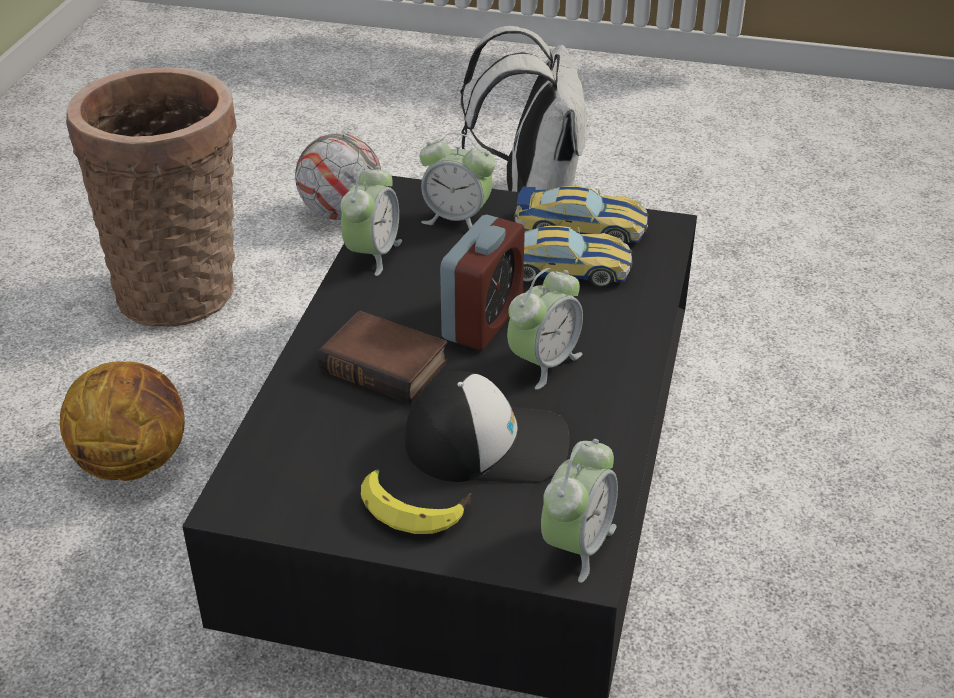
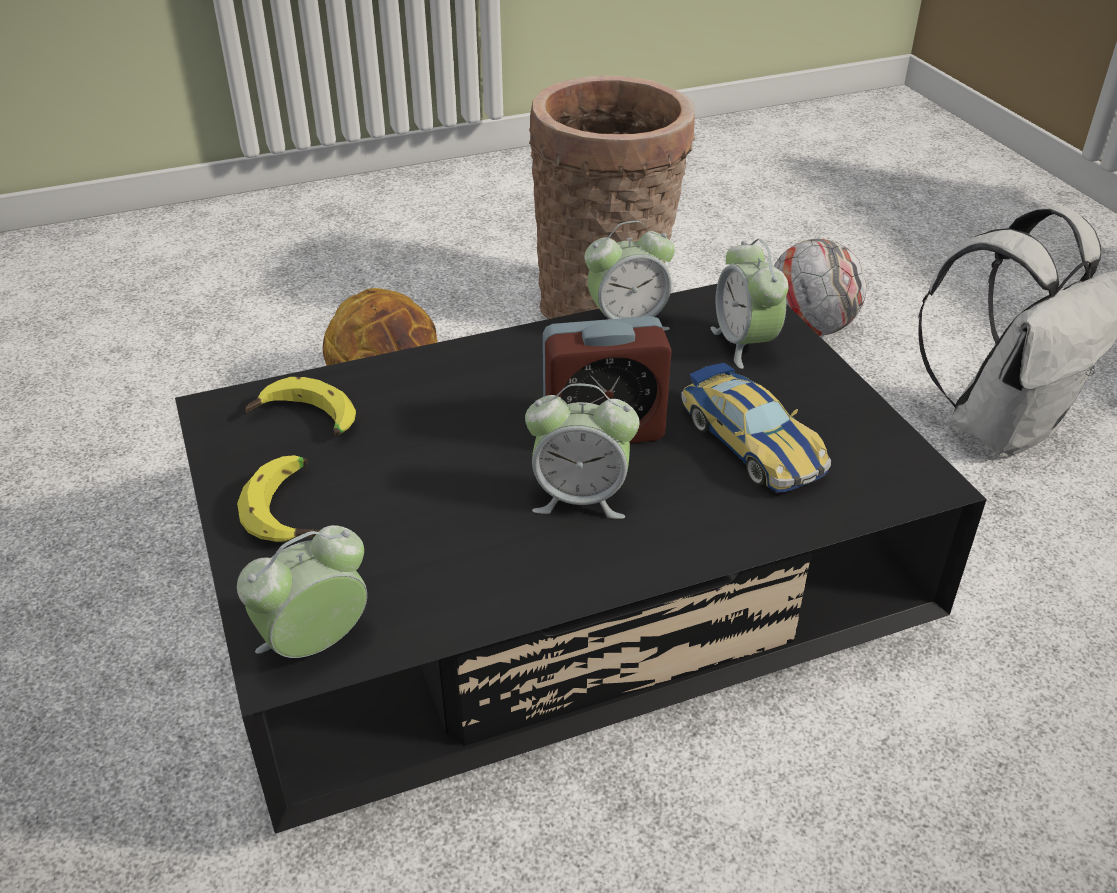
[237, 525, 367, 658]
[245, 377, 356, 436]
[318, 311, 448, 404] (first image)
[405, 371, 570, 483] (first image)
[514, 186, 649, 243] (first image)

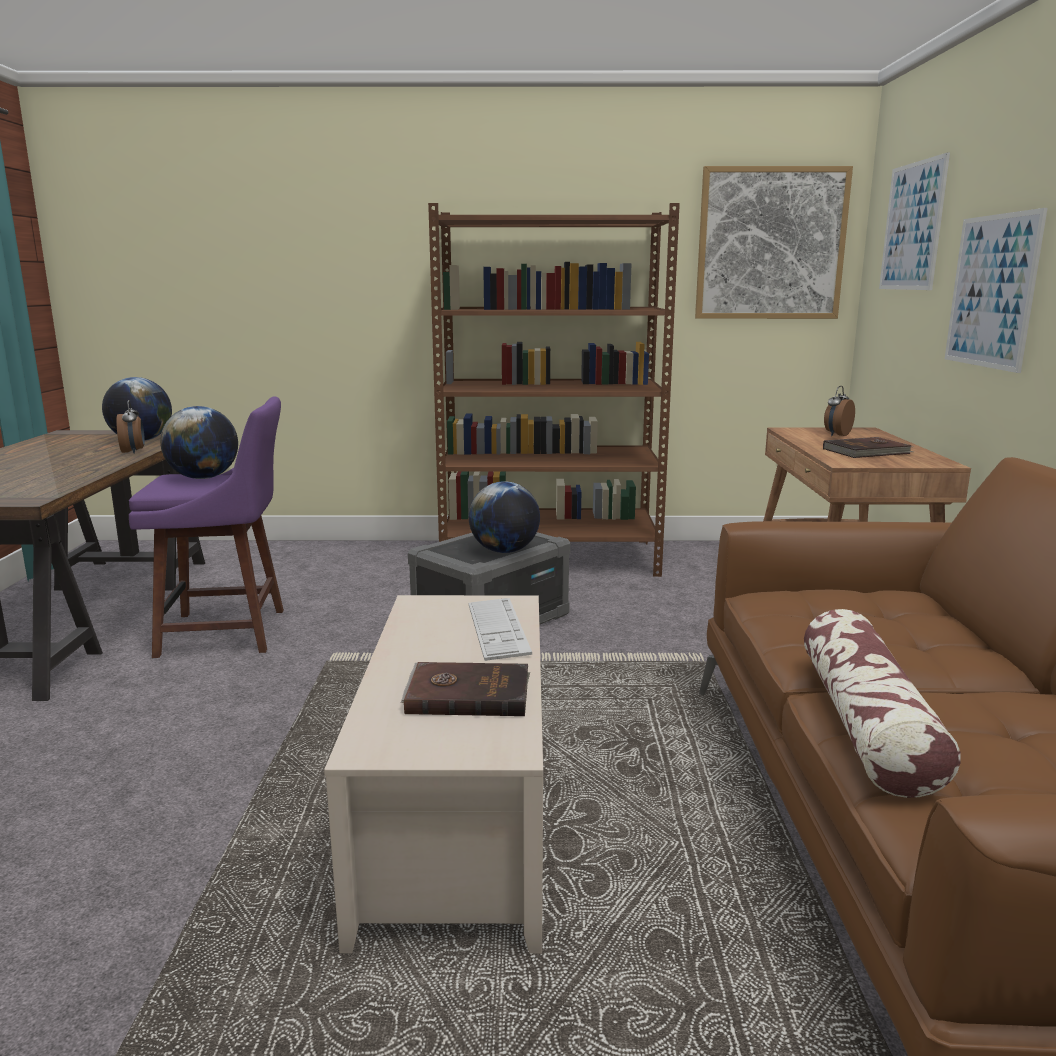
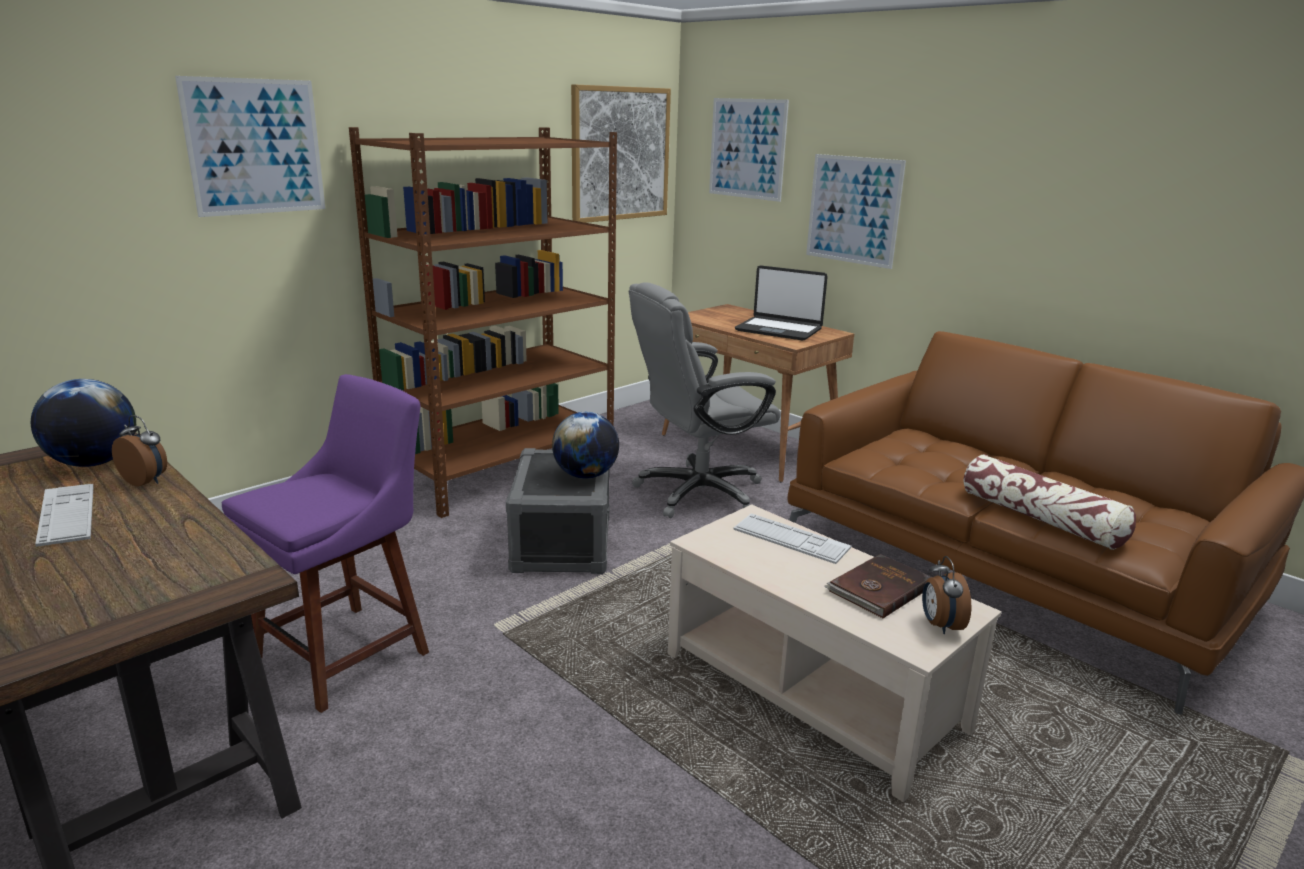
[35, 484, 94, 547]
[175, 76, 325, 217]
[629, 282, 780, 518]
[735, 265, 828, 341]
[922, 556, 971, 634]
[160, 406, 238, 479] (first image)

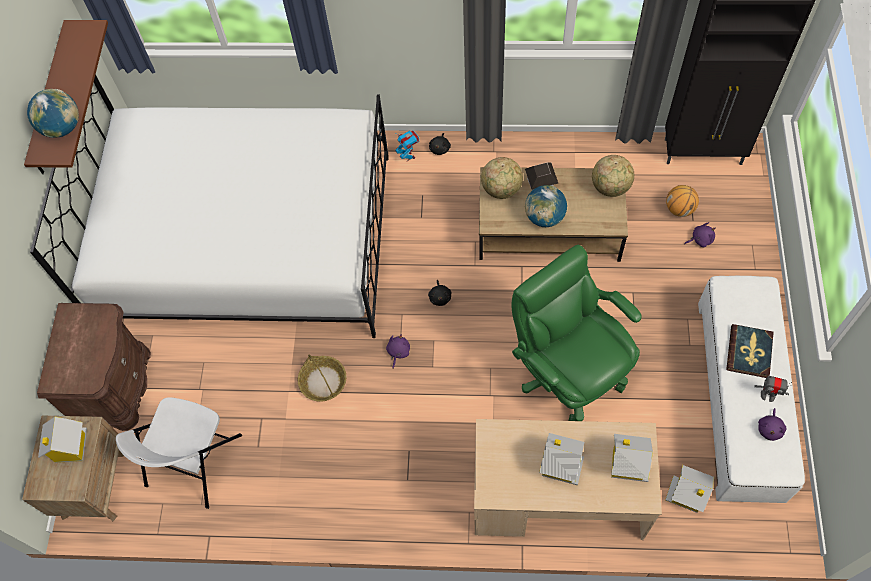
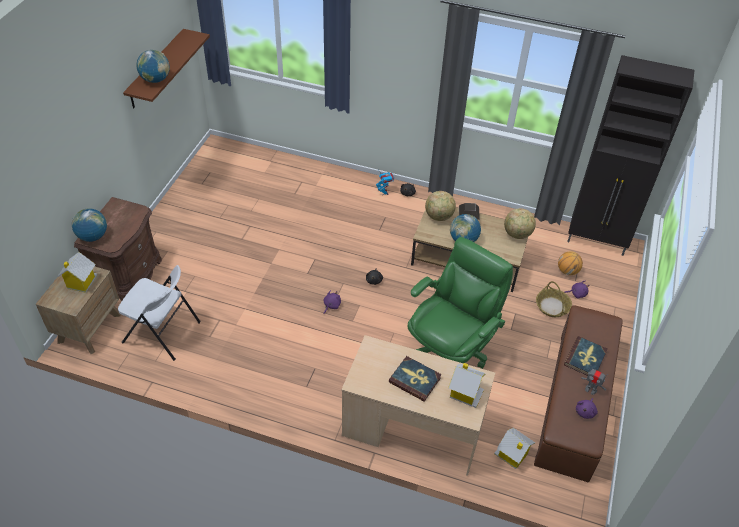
[72, 208, 107, 242]
[118, 265, 201, 361]
[389, 356, 442, 402]
[408, 237, 513, 369]
[534, 306, 622, 482]
[536, 281, 572, 317]
[30, 74, 389, 338] (first image)

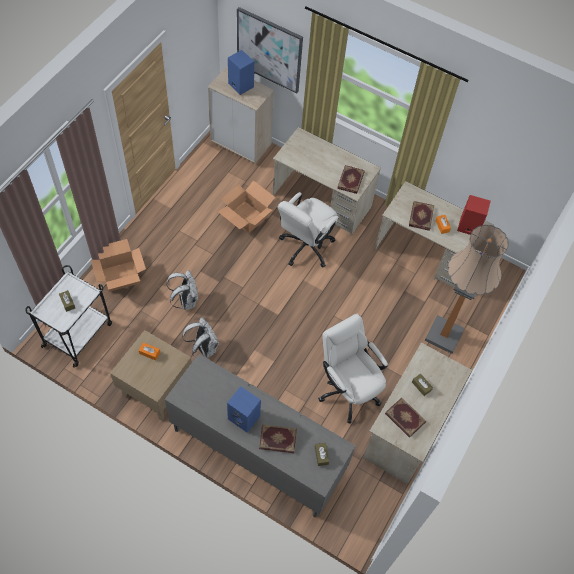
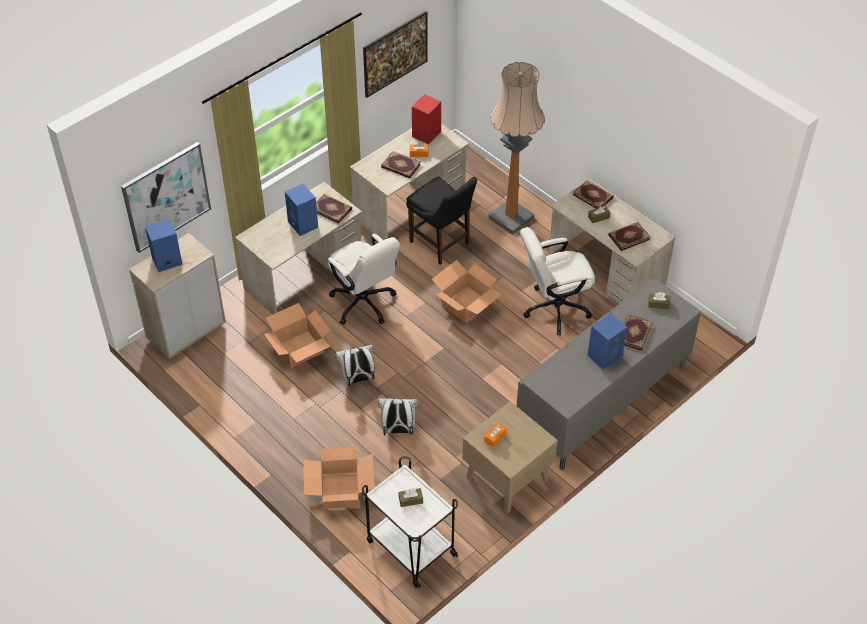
[285, 184, 318, 236]
[335, 345, 375, 386]
[363, 11, 428, 98]
[406, 177, 477, 265]
[431, 260, 502, 323]
[573, 180, 614, 209]

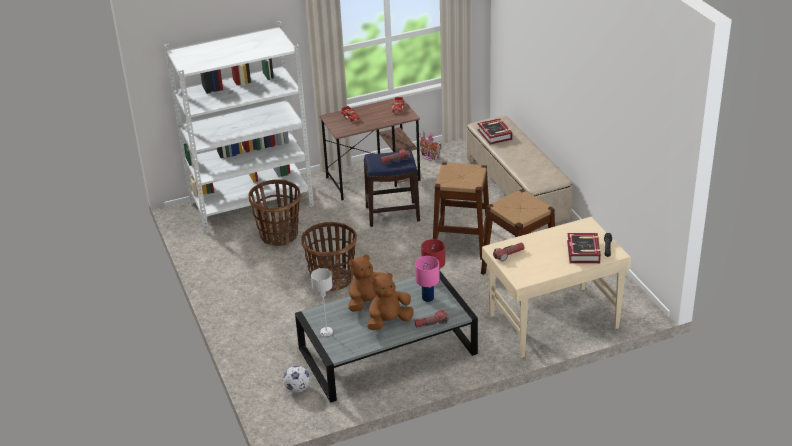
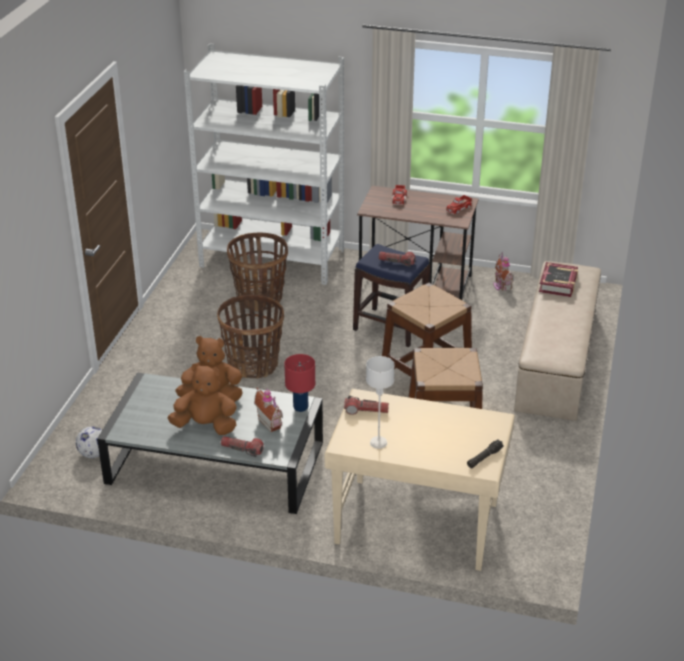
[254, 387, 283, 432]
[366, 356, 395, 449]
[567, 233, 601, 264] (first image)

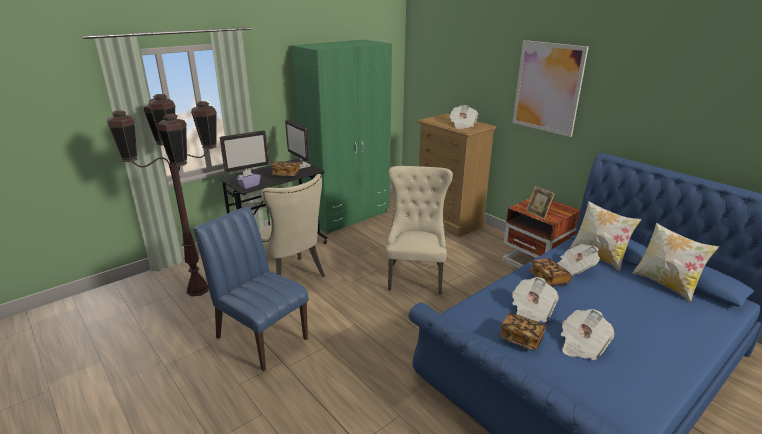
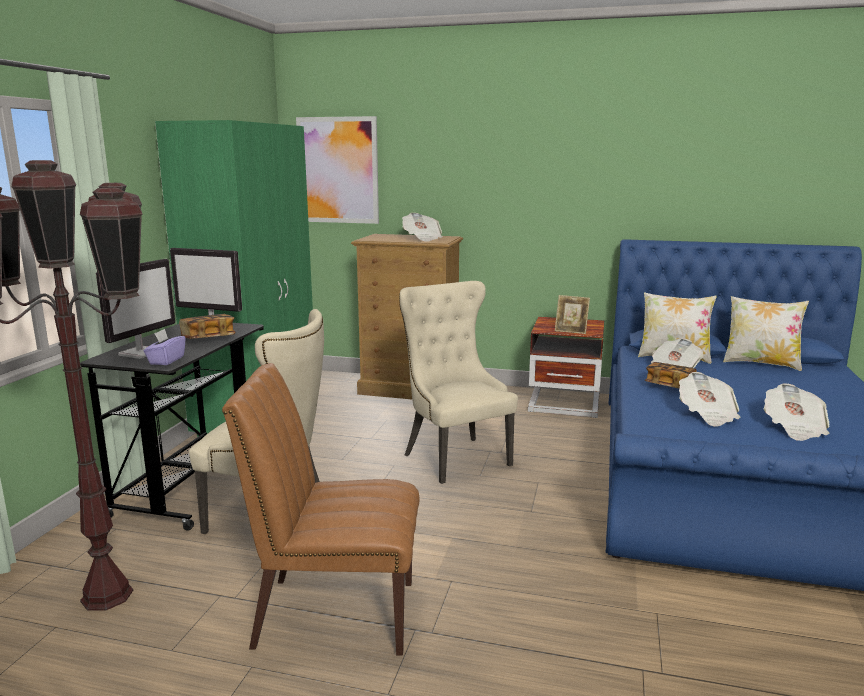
[222, 363, 419, 656]
[296, 116, 379, 224]
[499, 313, 546, 351] (first image)

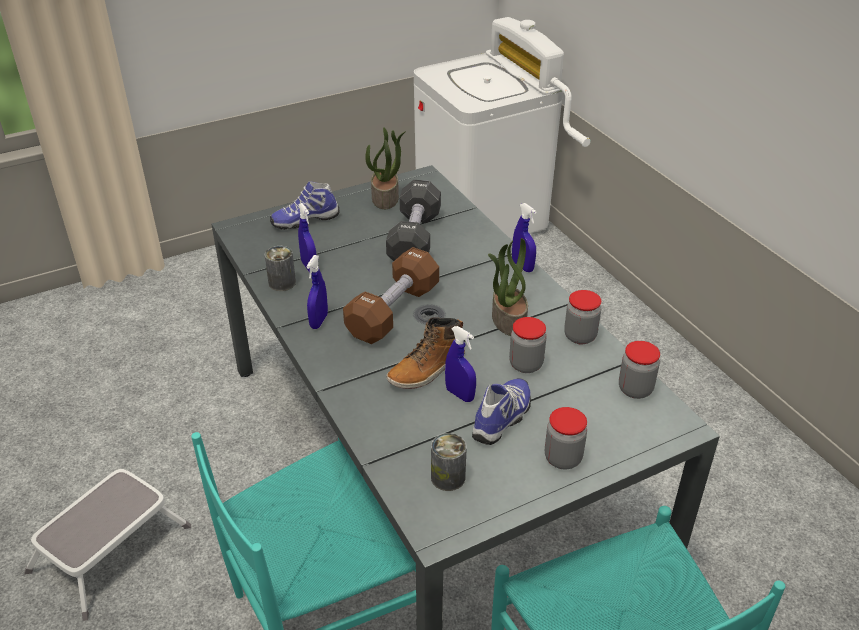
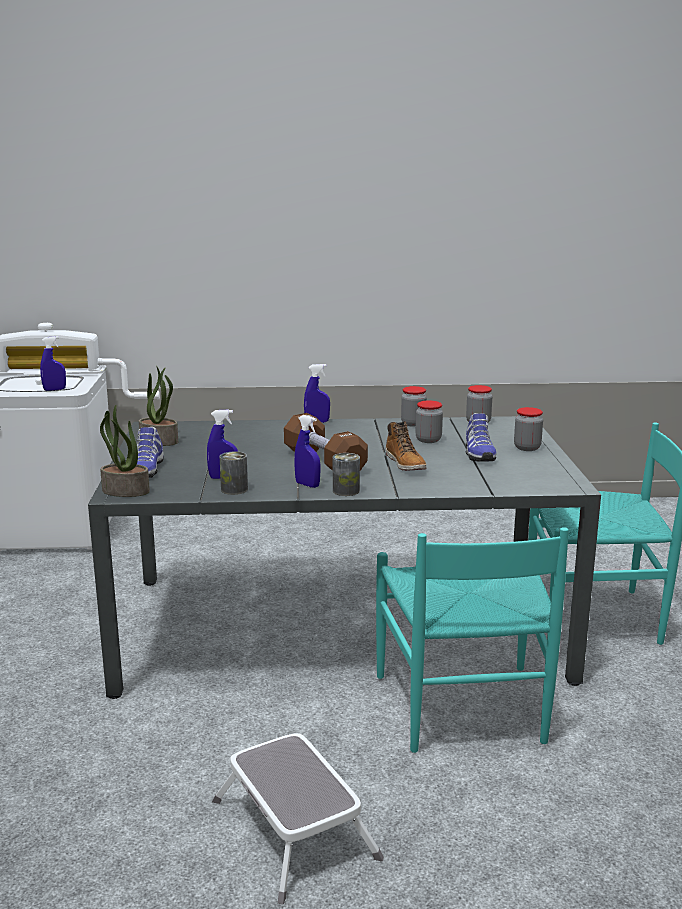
[40, 336, 66, 391]
[100, 405, 150, 497]
[333, 453, 360, 496]
[466, 413, 497, 462]
[386, 180, 441, 261] (first image)

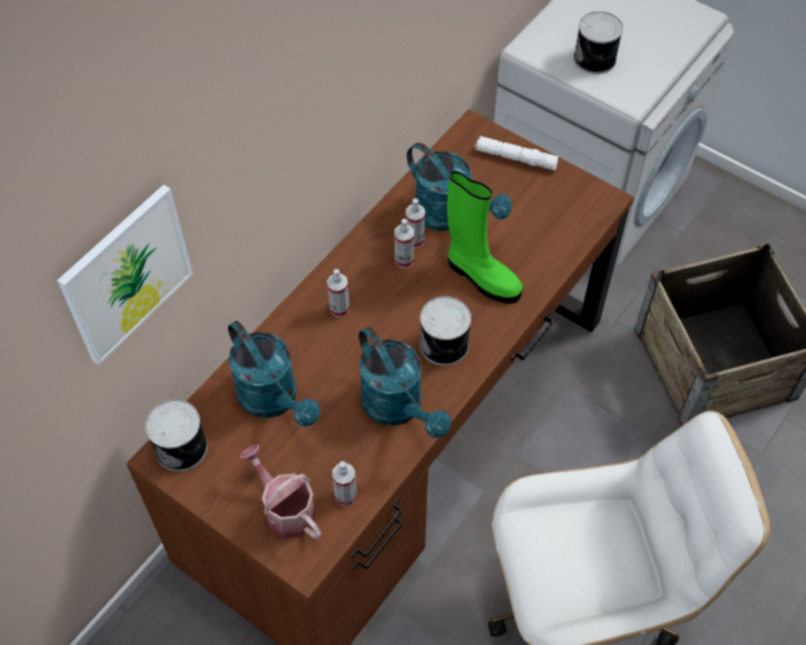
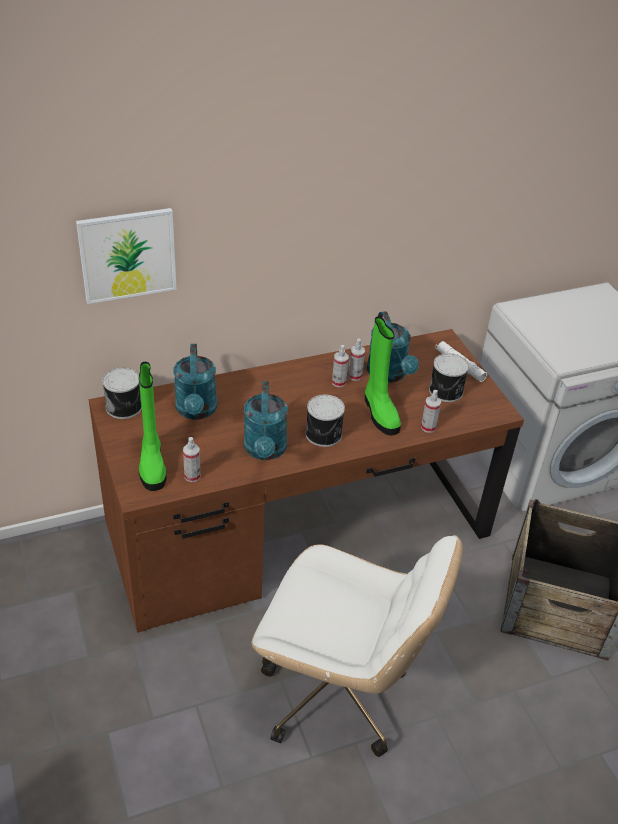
[139, 362, 167, 491]
[421, 390, 441, 433]
[429, 353, 469, 402]

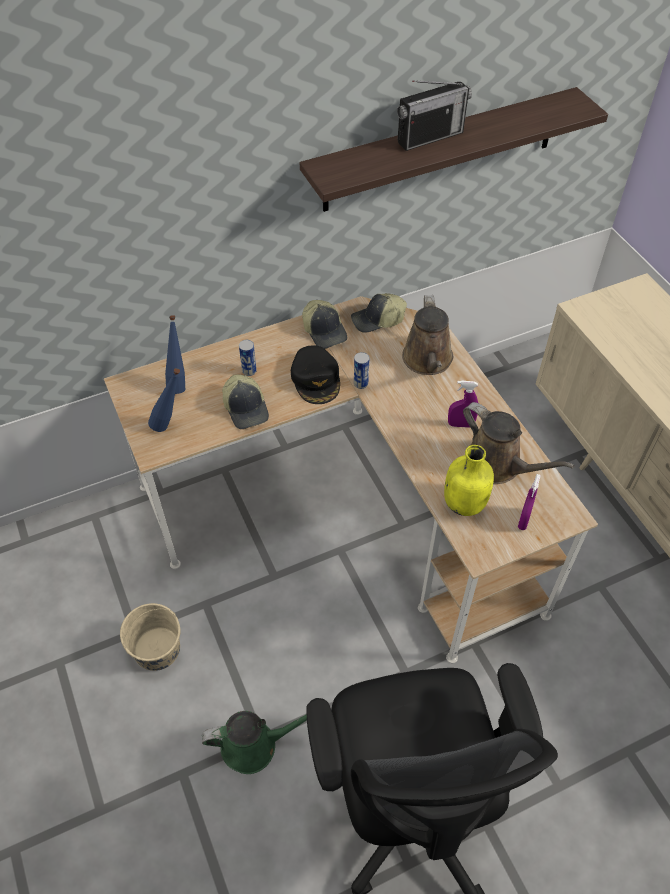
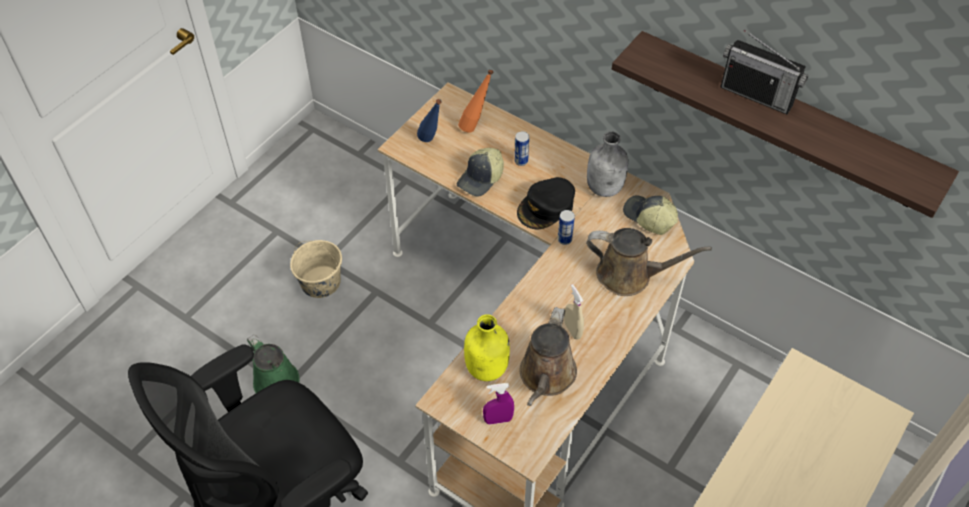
[458, 69, 493, 133]
[564, 284, 584, 340]
[586, 228, 712, 296]
[587, 131, 628, 197]

